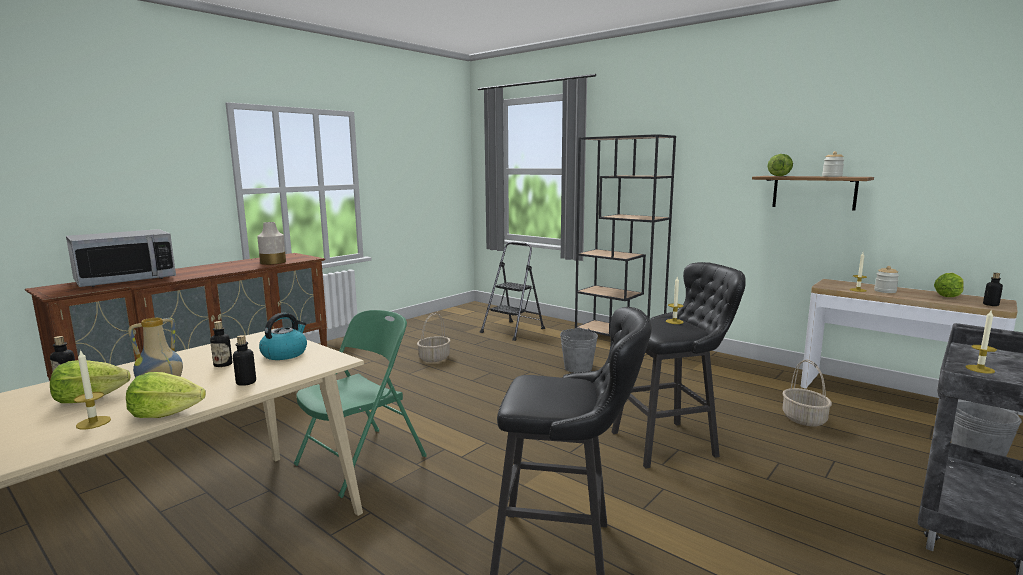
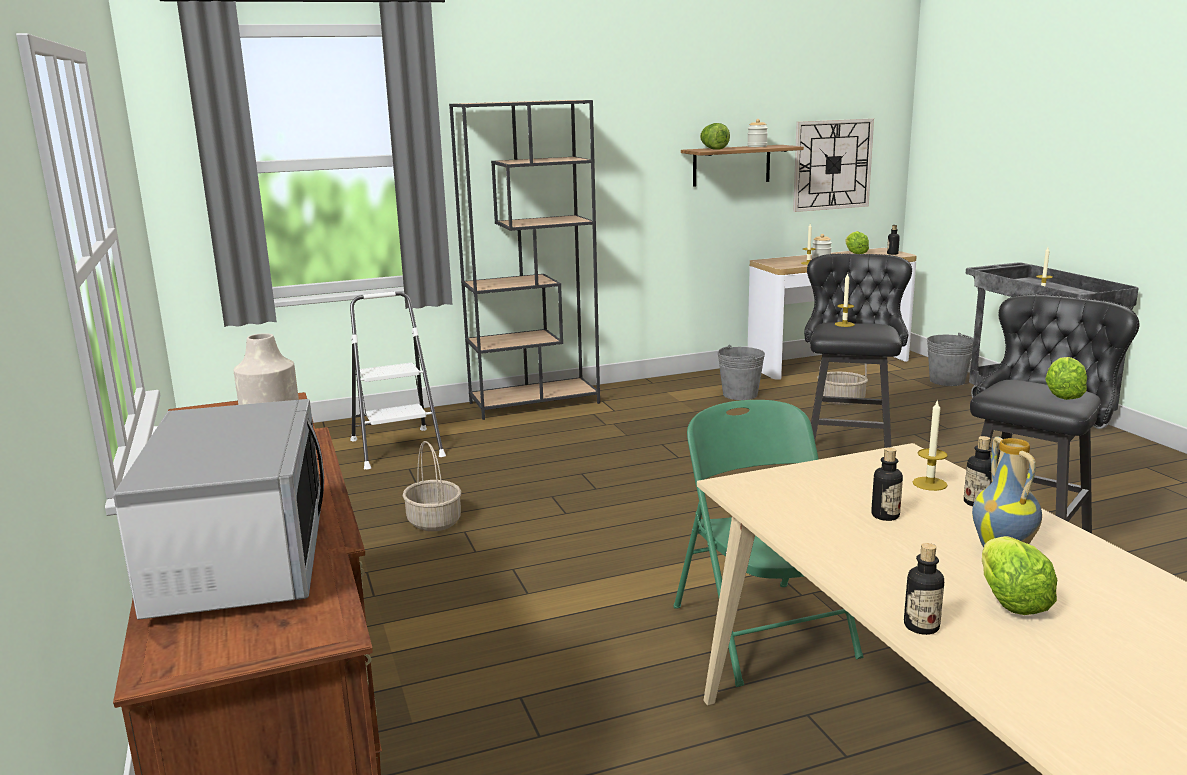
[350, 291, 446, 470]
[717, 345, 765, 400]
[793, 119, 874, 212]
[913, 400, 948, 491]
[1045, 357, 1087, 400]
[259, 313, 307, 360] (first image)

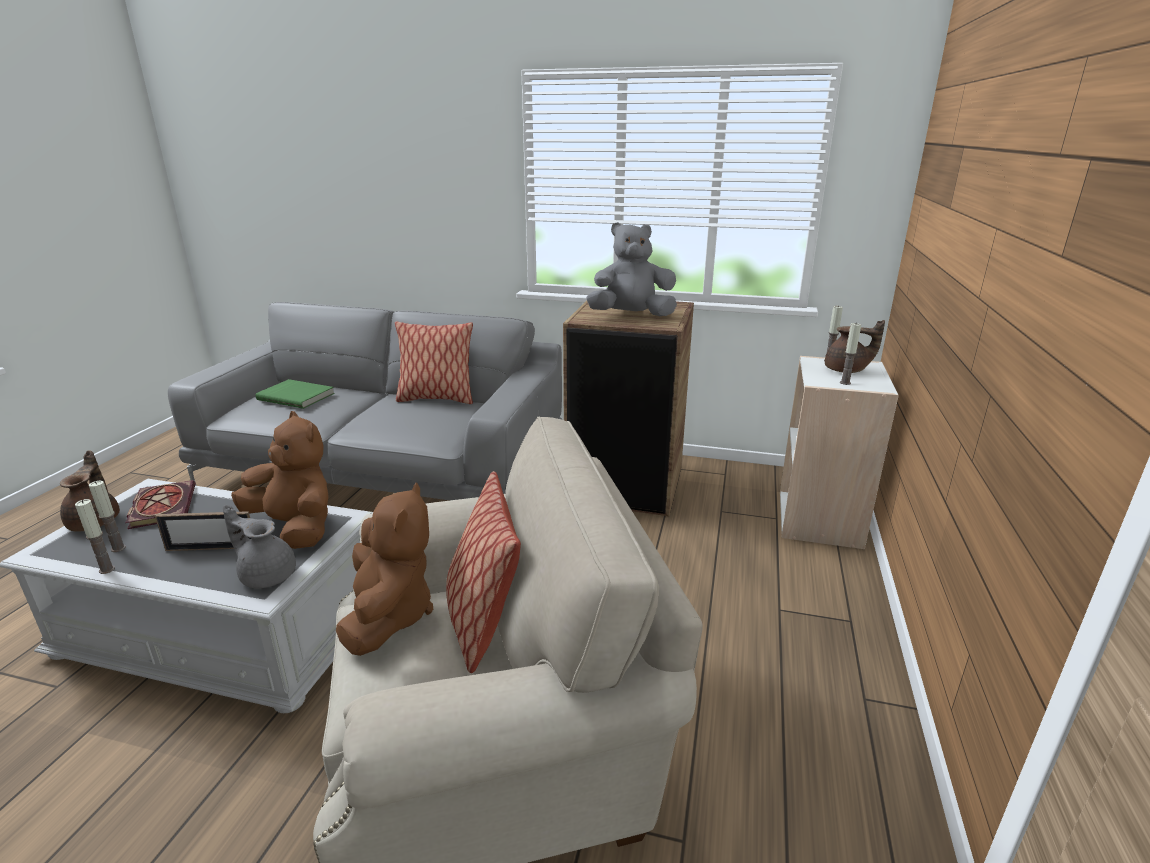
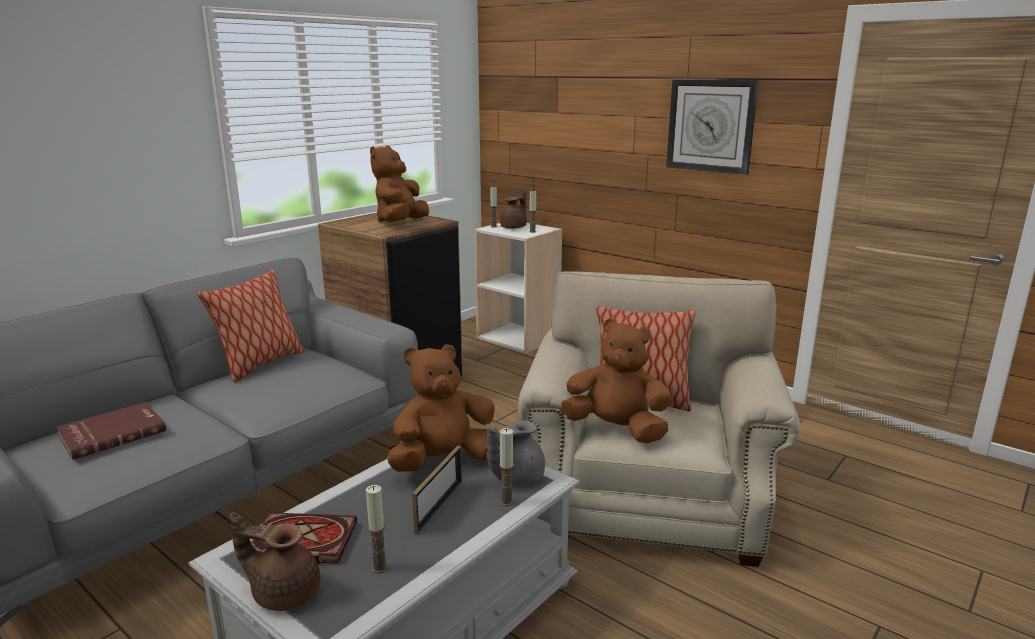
[56, 402, 166, 460]
[370, 146, 429, 222]
[499, 428, 514, 506]
[666, 79, 759, 175]

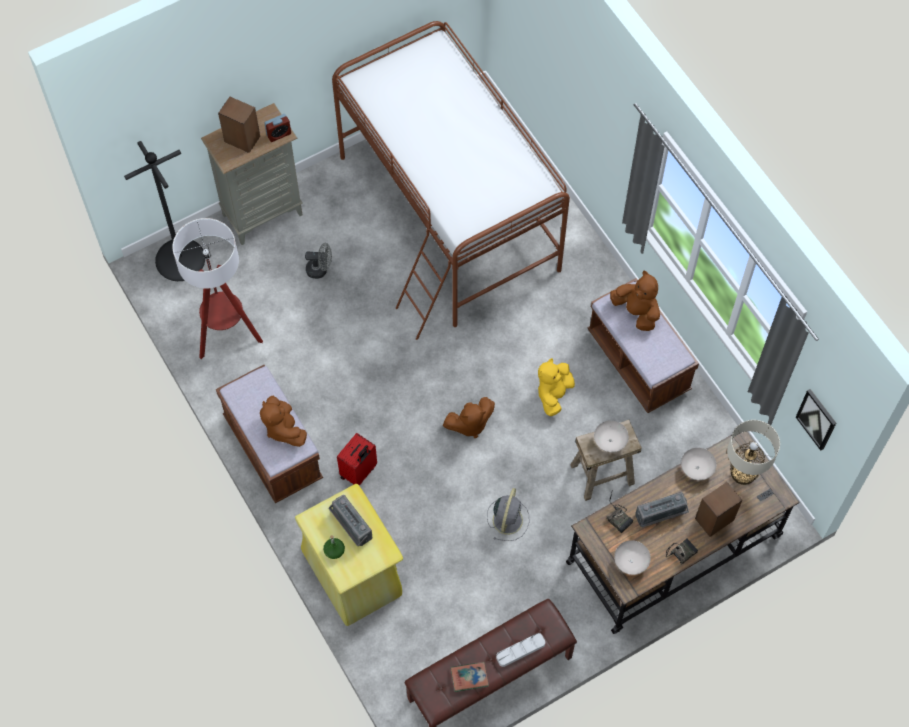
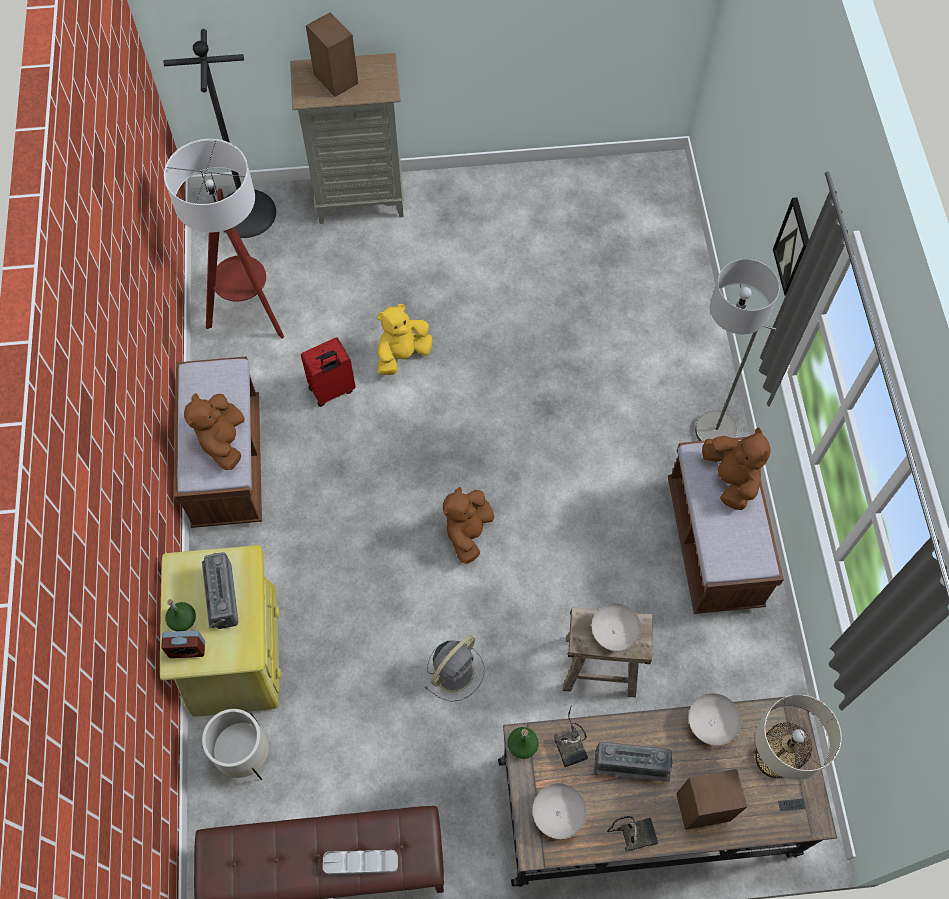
[161, 630, 205, 658]
[202, 709, 269, 780]
[301, 337, 355, 407]
[377, 304, 432, 375]
[443, 487, 494, 564]
[508, 727, 539, 759]
[695, 259, 780, 441]
[773, 197, 809, 296]
[305, 243, 332, 279] (first image)
[332, 21, 570, 340] (first image)
[451, 662, 489, 692] (first image)

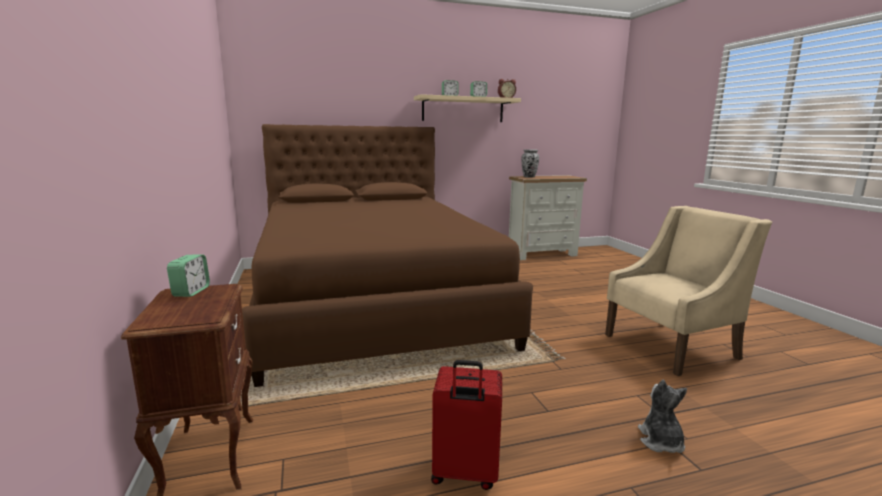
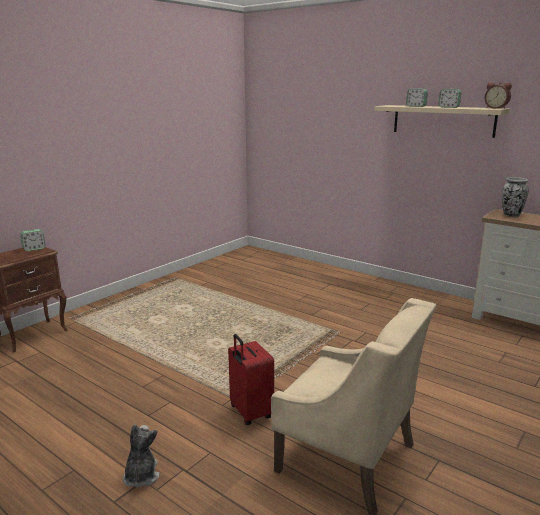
[123, 425, 160, 487]
[228, 334, 274, 425]
[242, 124, 533, 387] (first image)

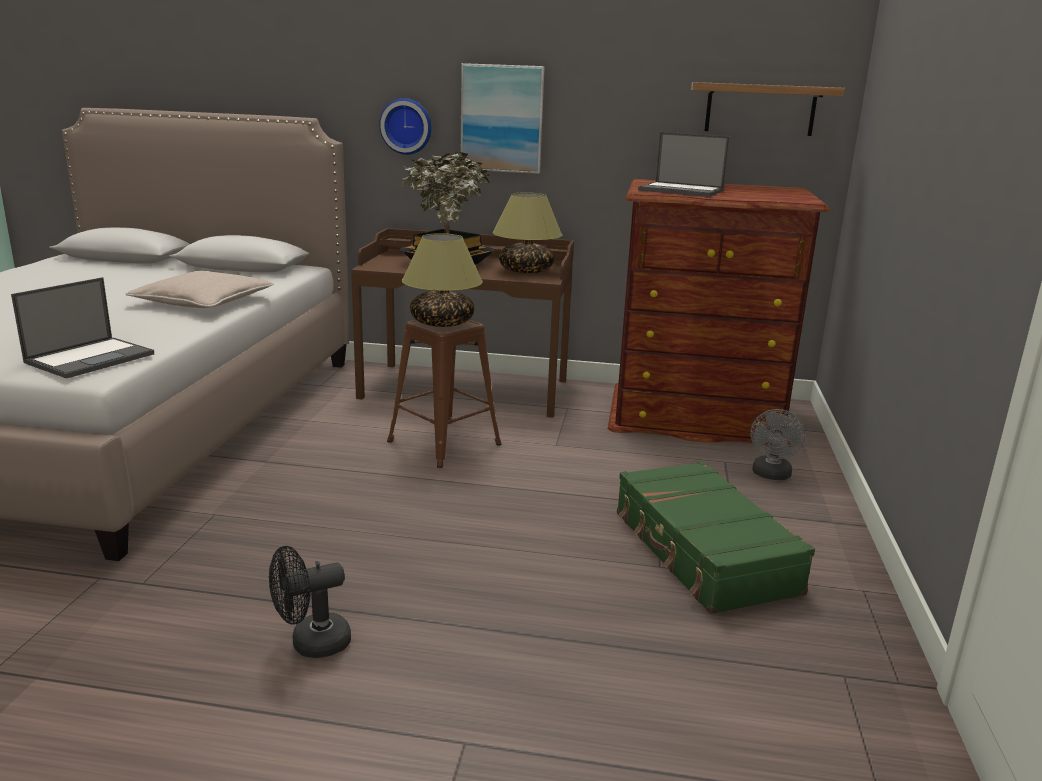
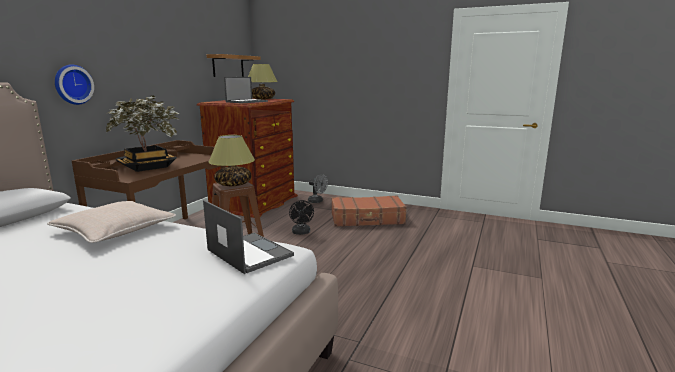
[248, 64, 277, 100]
[289, 200, 314, 235]
[332, 195, 407, 227]
[461, 63, 545, 174] (first image)

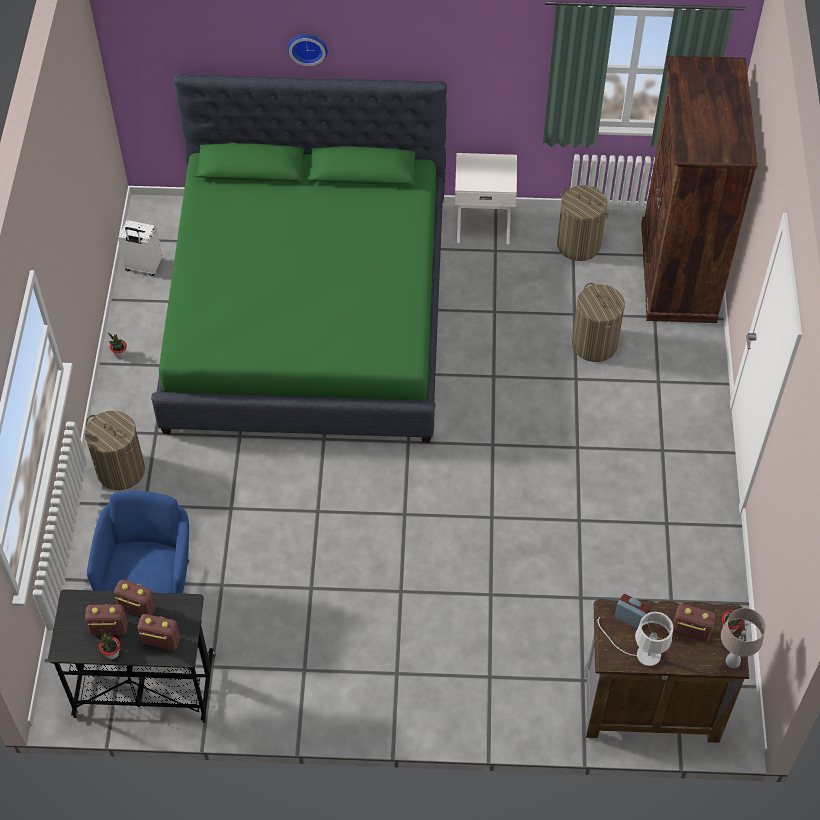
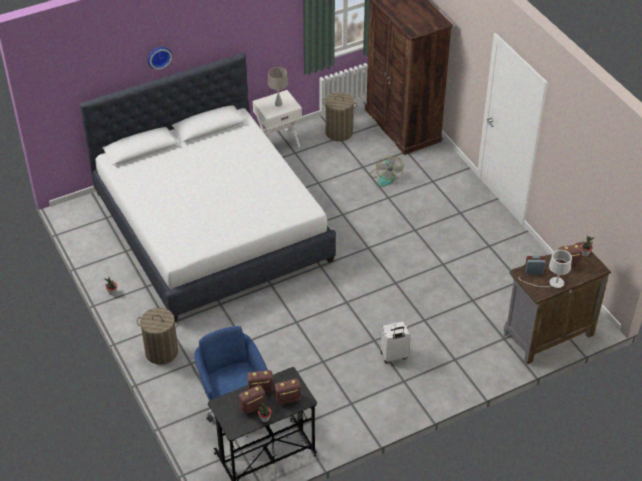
[80, 53, 336, 321]
[268, 67, 288, 107]
[369, 155, 404, 187]
[381, 321, 411, 364]

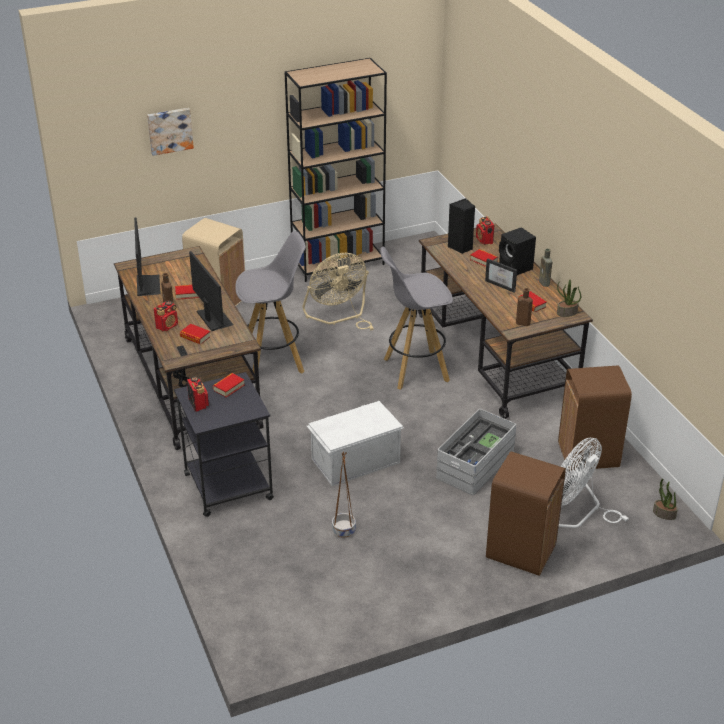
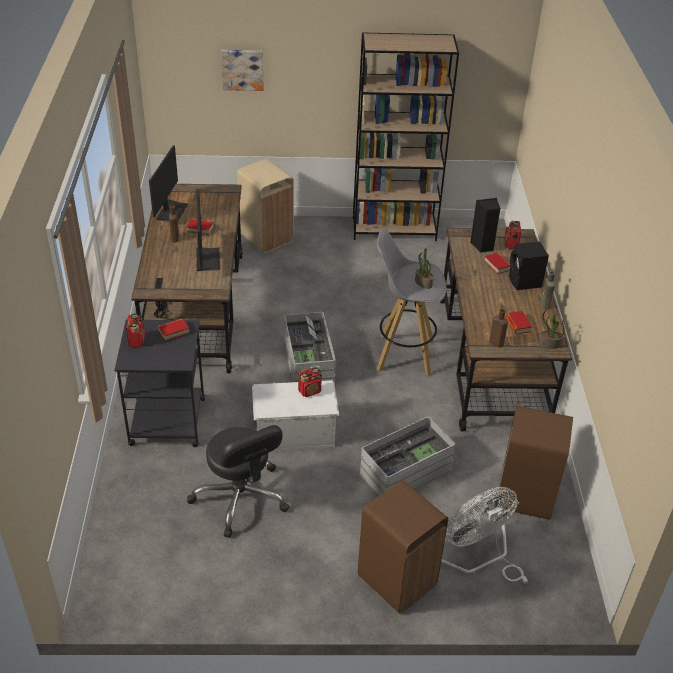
[187, 425, 289, 538]
[284, 312, 336, 385]
[298, 367, 322, 397]
[415, 248, 434, 289]
[180, 324, 211, 345] (first image)
[235, 231, 306, 374] (first image)
[302, 253, 374, 330] (first image)
[485, 259, 517, 293] (first image)

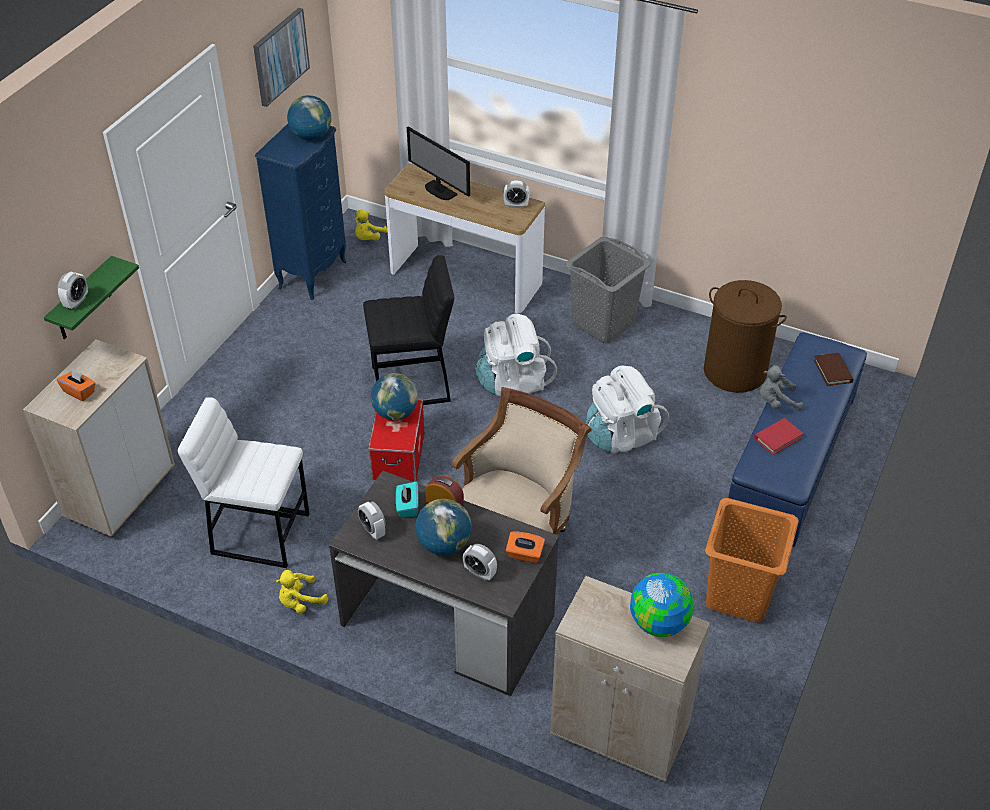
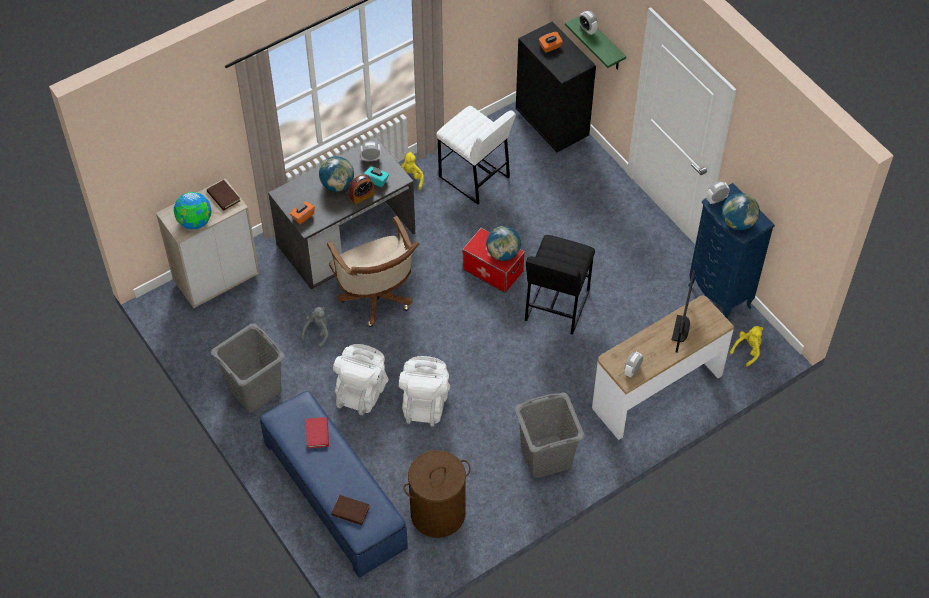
[207, 180, 240, 211]
[211, 323, 285, 412]
[301, 307, 329, 348]
[333, 344, 388, 415]
[436, 106, 516, 205]
[516, 21, 596, 152]
[672, 270, 695, 353]
[707, 181, 730, 204]
[730, 326, 763, 366]
[253, 8, 310, 107] (first image)

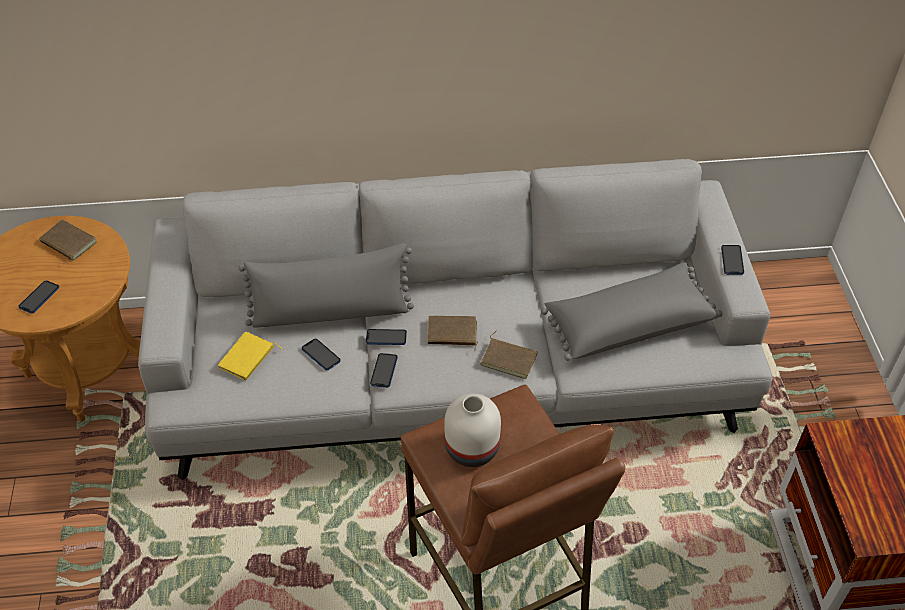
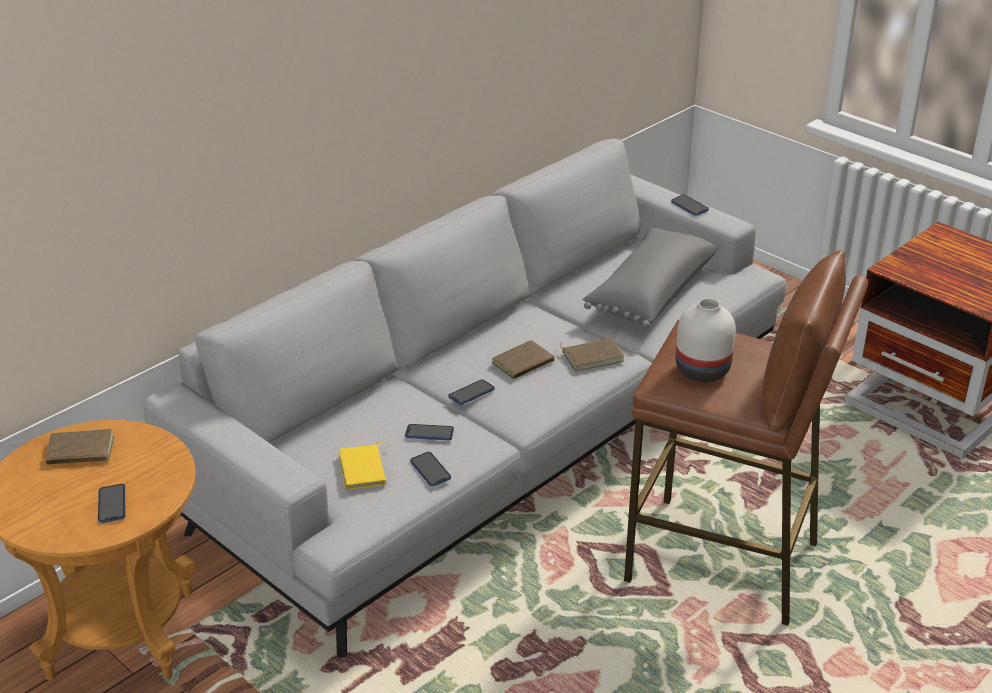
[410, 452, 451, 487]
[238, 243, 414, 327] (first image)

